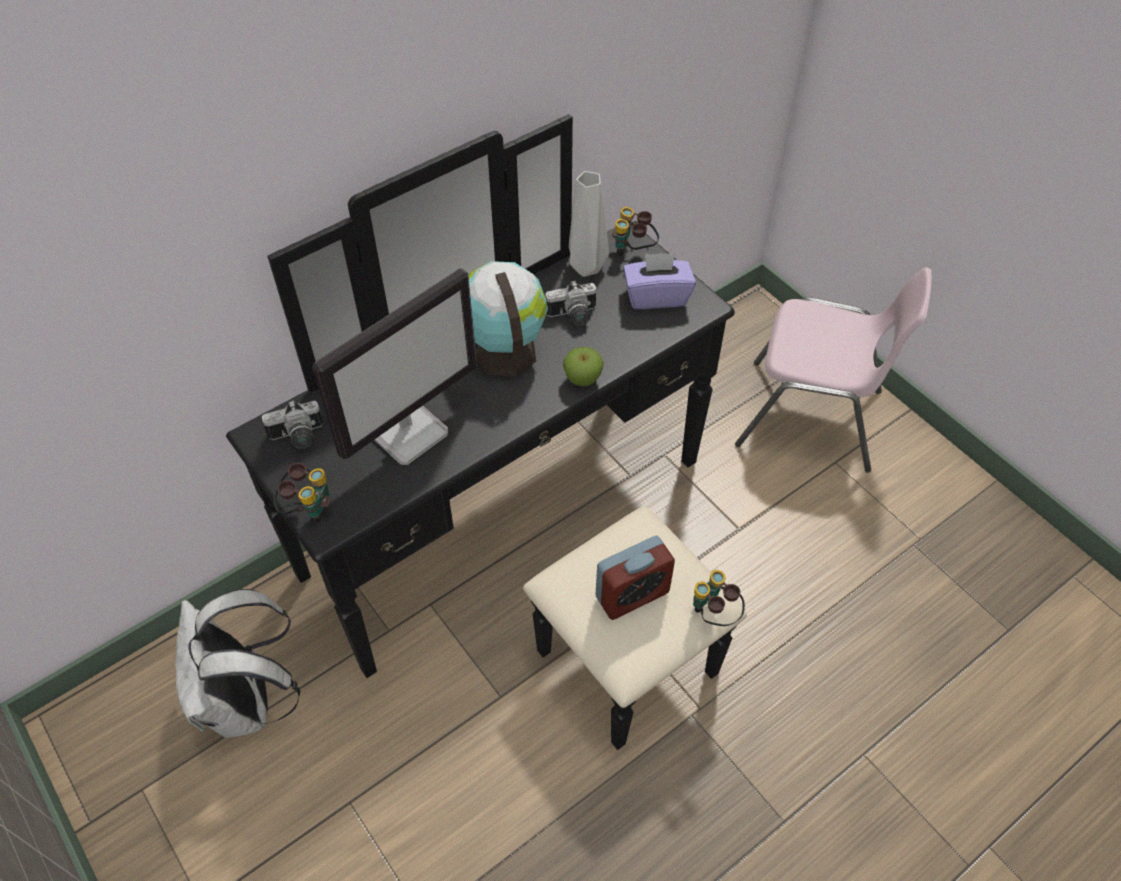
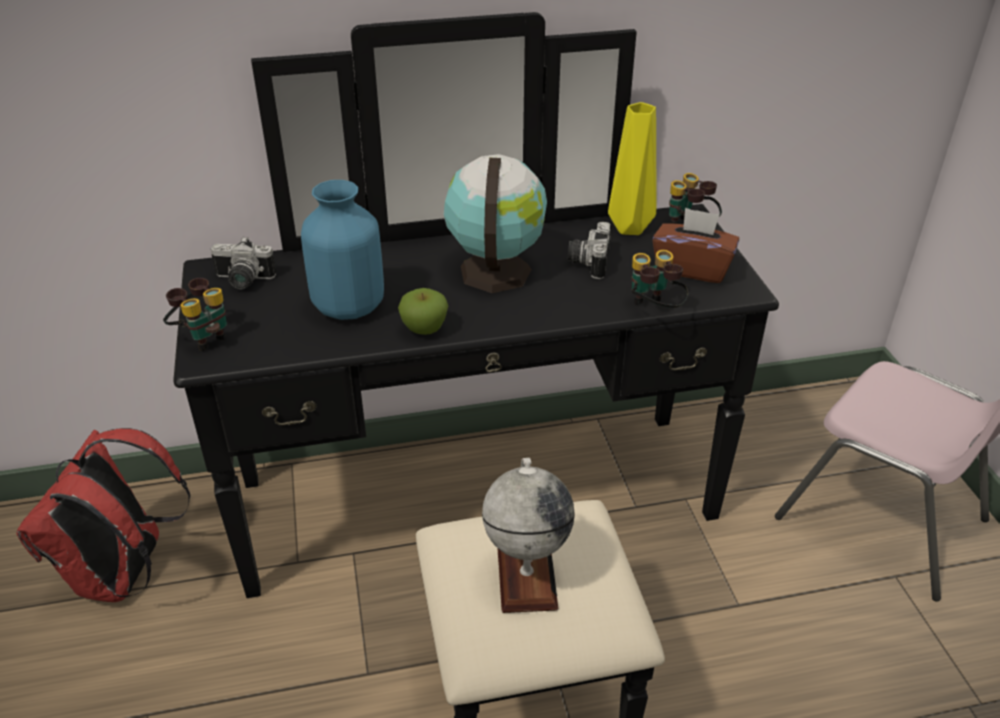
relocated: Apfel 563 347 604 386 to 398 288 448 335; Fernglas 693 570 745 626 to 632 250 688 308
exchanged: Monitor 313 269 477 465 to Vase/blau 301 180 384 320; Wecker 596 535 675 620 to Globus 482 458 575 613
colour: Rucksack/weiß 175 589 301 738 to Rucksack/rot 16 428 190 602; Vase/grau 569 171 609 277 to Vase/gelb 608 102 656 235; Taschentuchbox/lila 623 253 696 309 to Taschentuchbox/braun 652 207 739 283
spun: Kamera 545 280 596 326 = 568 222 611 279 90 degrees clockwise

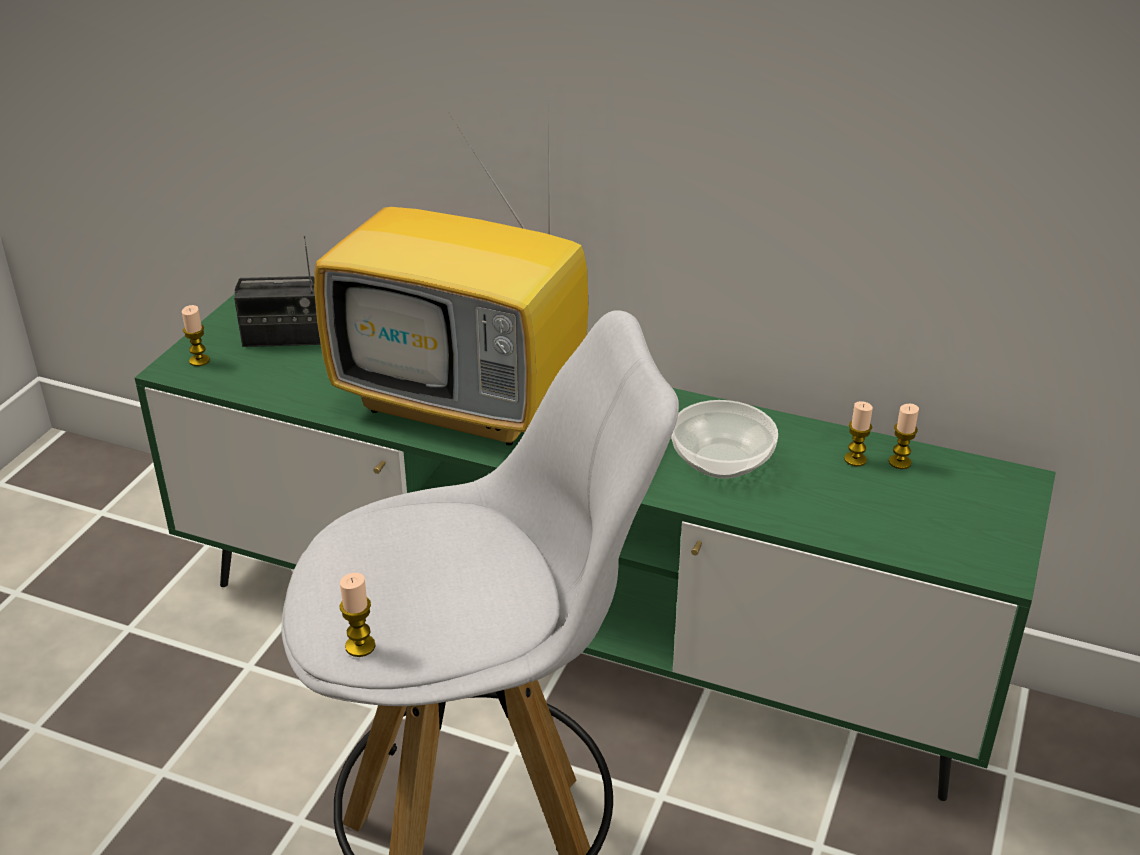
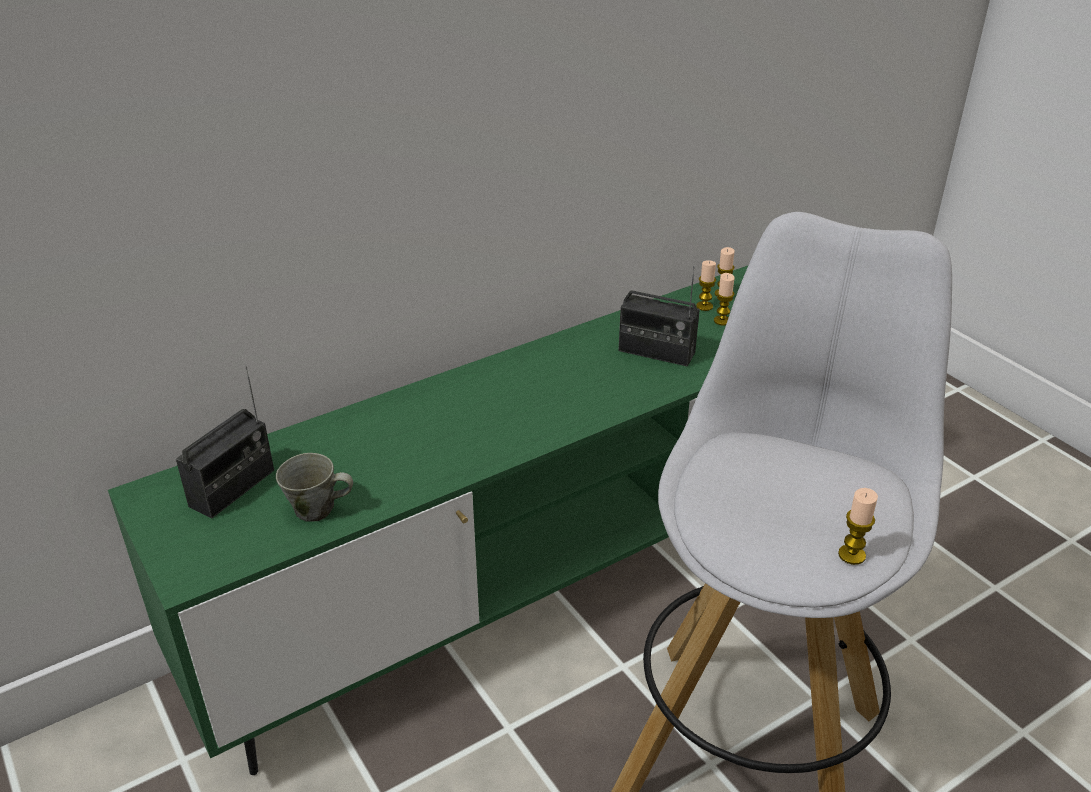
missing: Fernseher 314 106 589 446
appeared: Henkelbecher/grau 276 453 353 522
relocated: Kerze 182 305 210 366 to 714 273 735 326
exchanged: Schüssel 671 400 778 479 to Radio 618 266 700 367

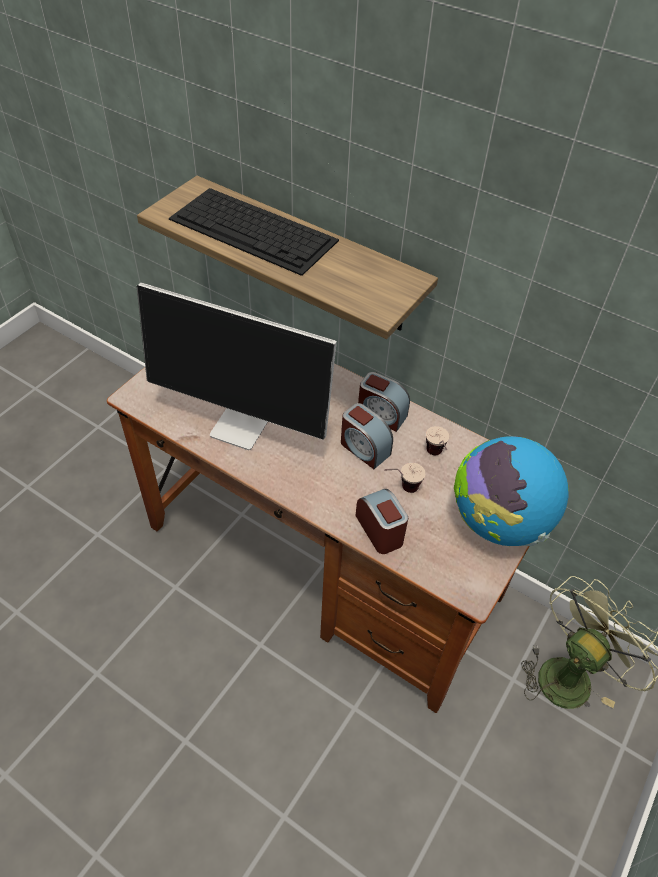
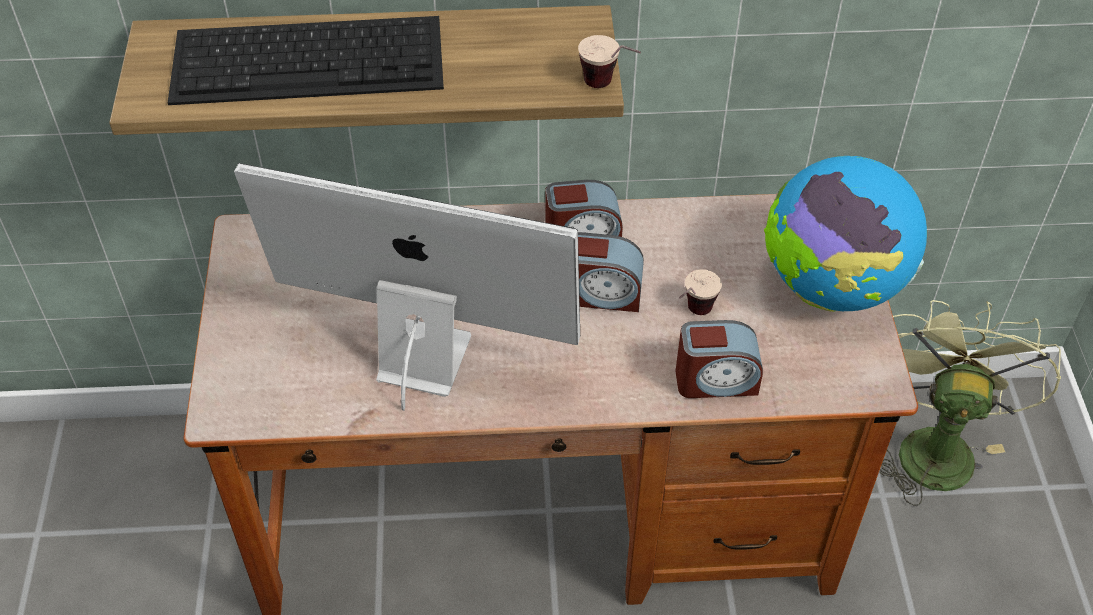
relocated: Tasse 426 426 449 455 to 578 35 641 88
spun: Monitor 137 282 337 450 = 234 163 580 411 150 degrees counterclockwise; Wecker 355 489 408 554 = 676 320 763 398 150 degrees clockwise

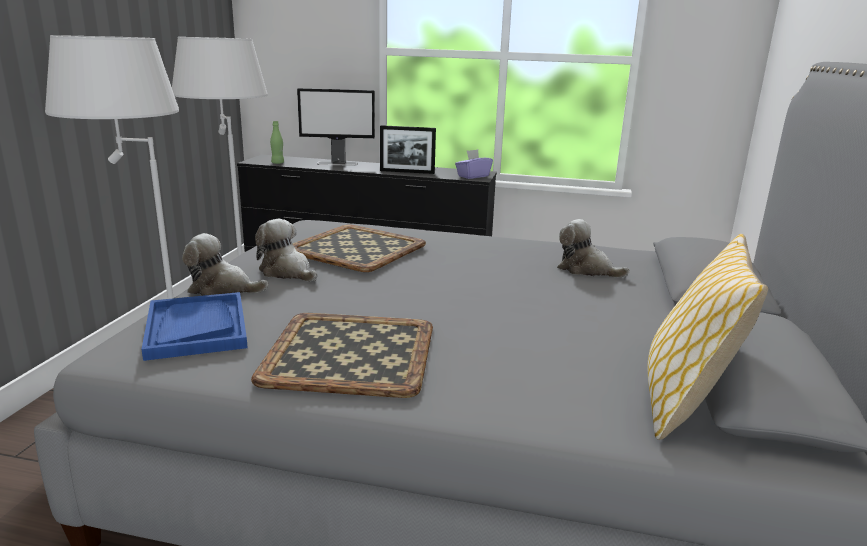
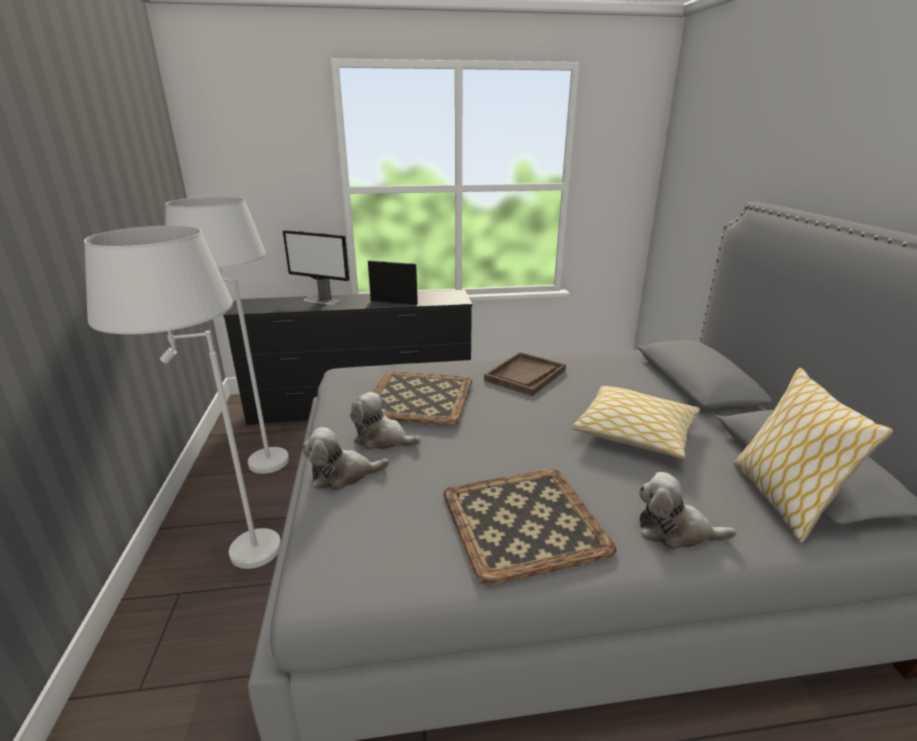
missing: Tablett/blau 141 292 248 361; Flasche/grün 270 121 284 164; Taschentuchbox/lila 455 149 493 179
appeared: Tablett/braun 484 352 566 396; Kissen 572 386 700 459
relocated: Plüschtier 557 219 630 278 to 639 472 737 550
spun: Monitor 297 88 375 166 = 283 230 349 305 45 degrees clockwise; Bilderrahmen 380 125 436 174 = 368 261 418 305 150 degrees counterclockwise

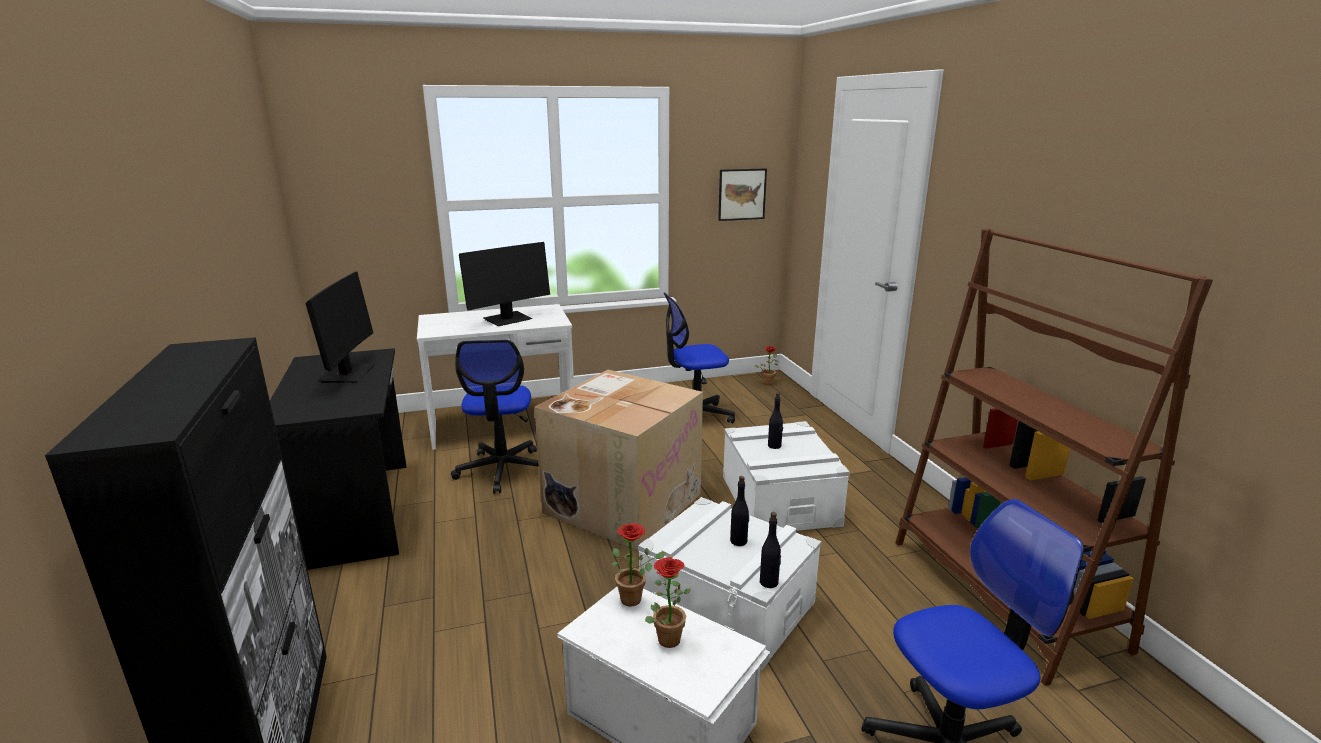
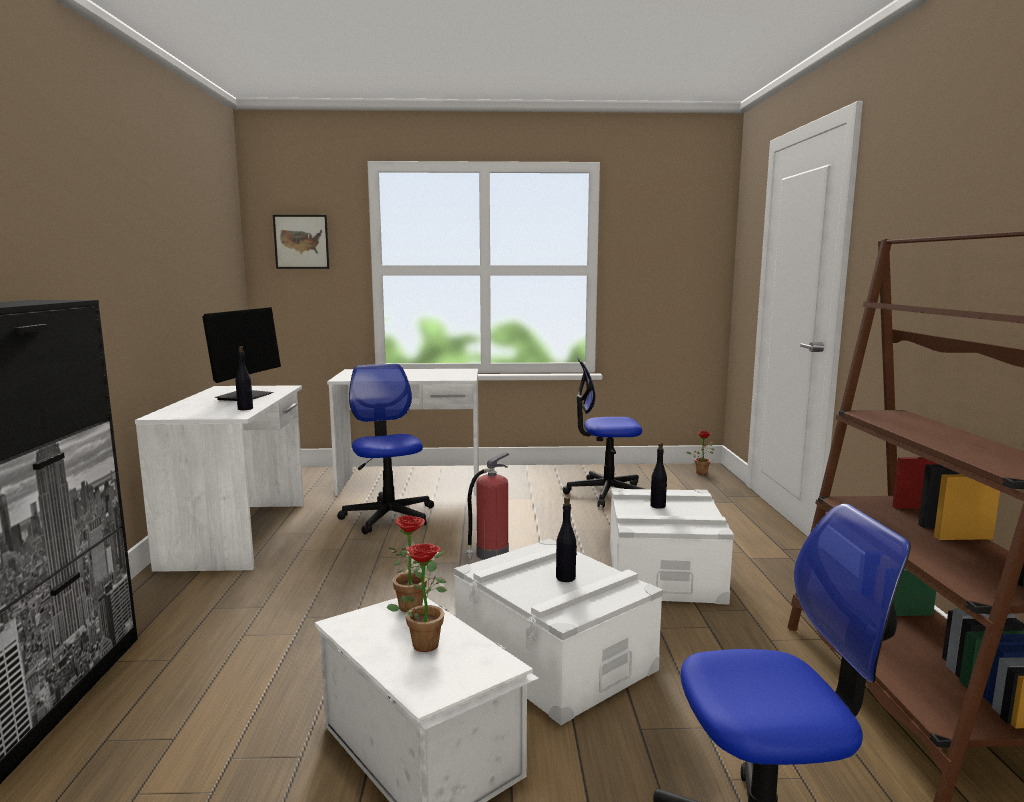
missing: Monitor 459 242 550 326
relocated: Bild 718 168 767 221 to 273 215 329 269; Flasche/schwarz 760 512 781 588 to 236 346 253 410
exchanged: Karton 535 370 703 551 to Feuerlöscher 466 452 509 560
colour: Schreibtisch/schwarz 270 348 406 570 to Schreibtisch/weiß 135 385 304 572
spun: Bürostuhl 451 340 539 493 = 337 364 434 534 150 degrees clockwise

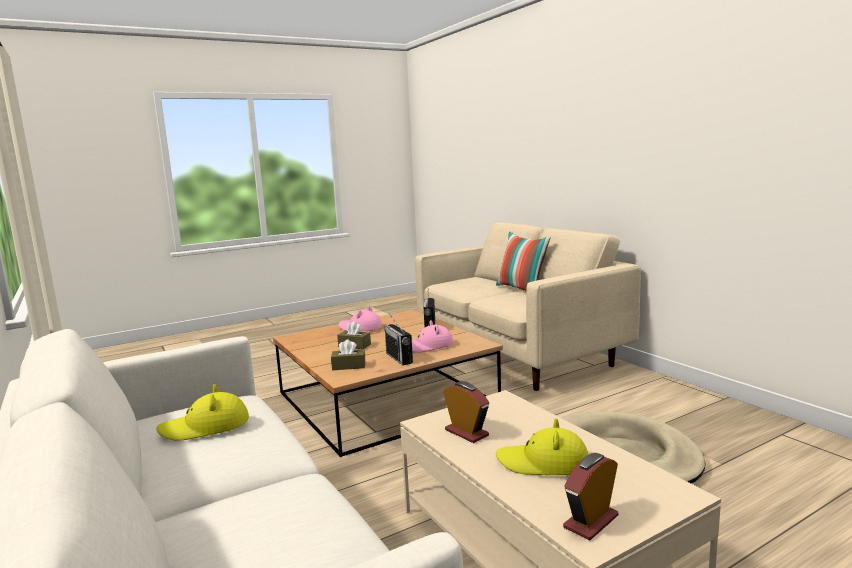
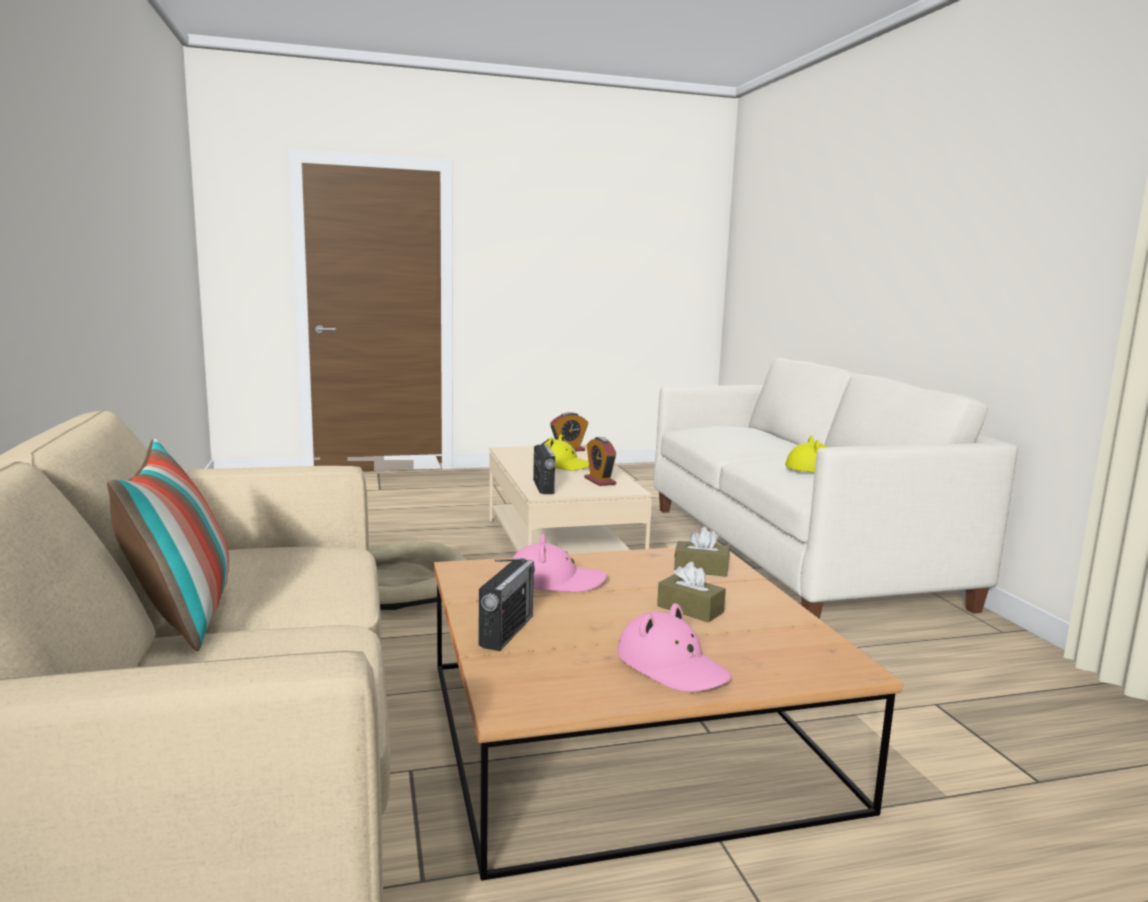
relocated: Radio 384 314 413 366 to 533 439 555 494

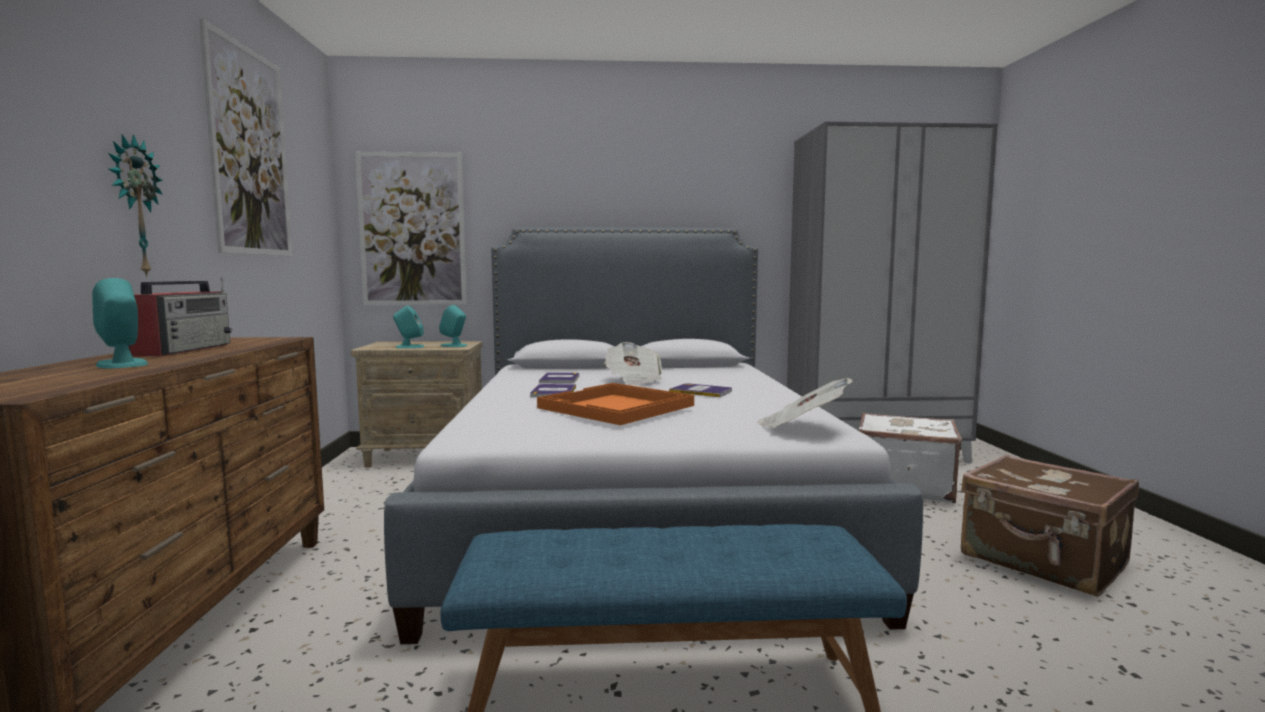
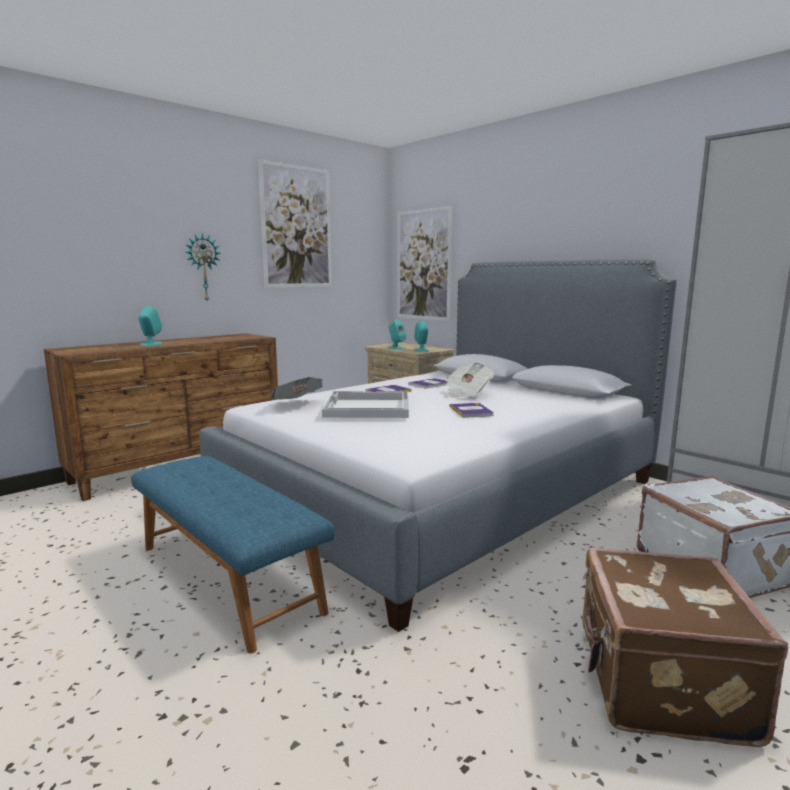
missing: Radio 129 277 232 356
relocated: Zeitung 757 378 853 429 to 271 377 323 400
colour: Tablett/orange 537 383 694 425 to Tablett/weiß 322 391 409 418

